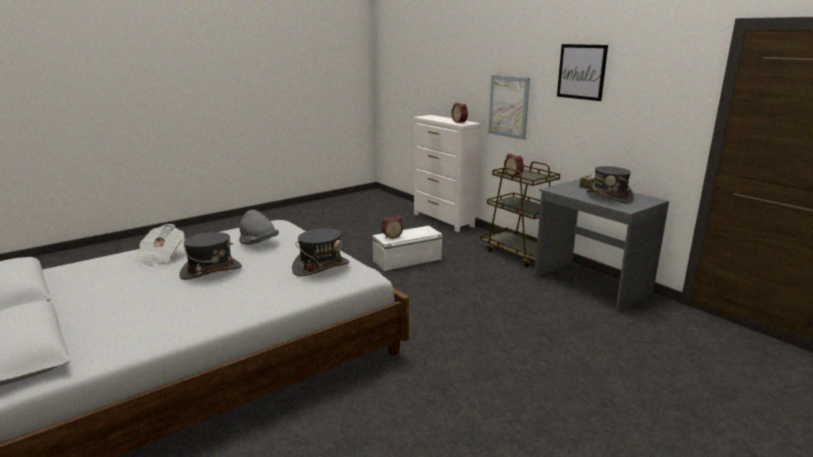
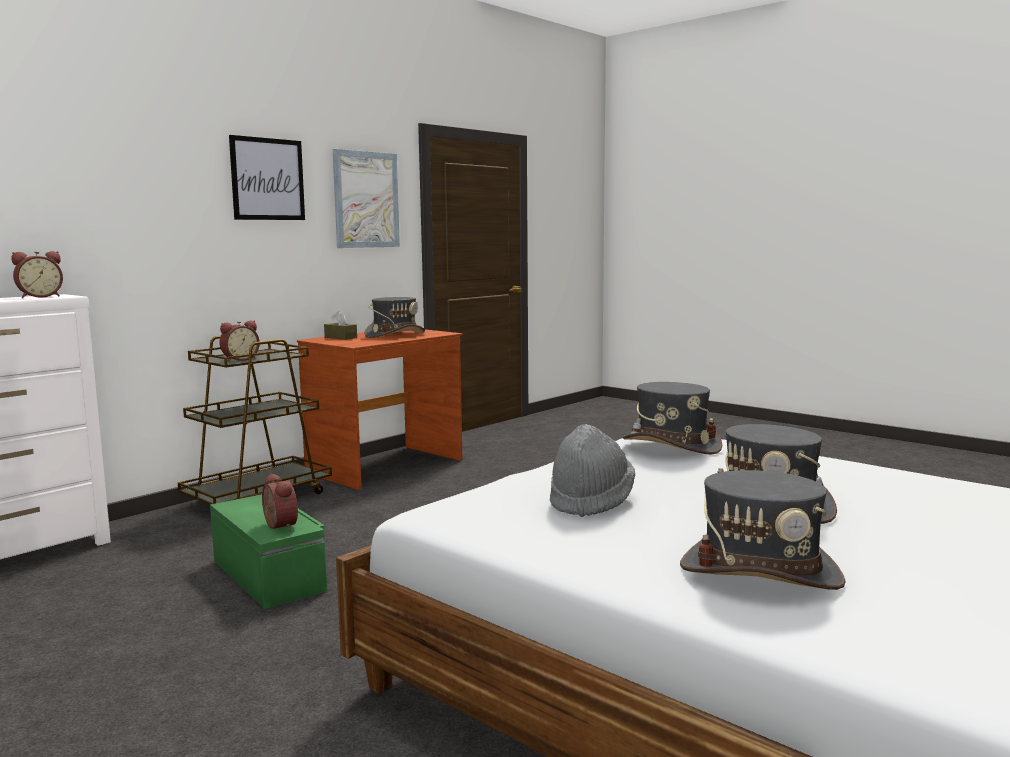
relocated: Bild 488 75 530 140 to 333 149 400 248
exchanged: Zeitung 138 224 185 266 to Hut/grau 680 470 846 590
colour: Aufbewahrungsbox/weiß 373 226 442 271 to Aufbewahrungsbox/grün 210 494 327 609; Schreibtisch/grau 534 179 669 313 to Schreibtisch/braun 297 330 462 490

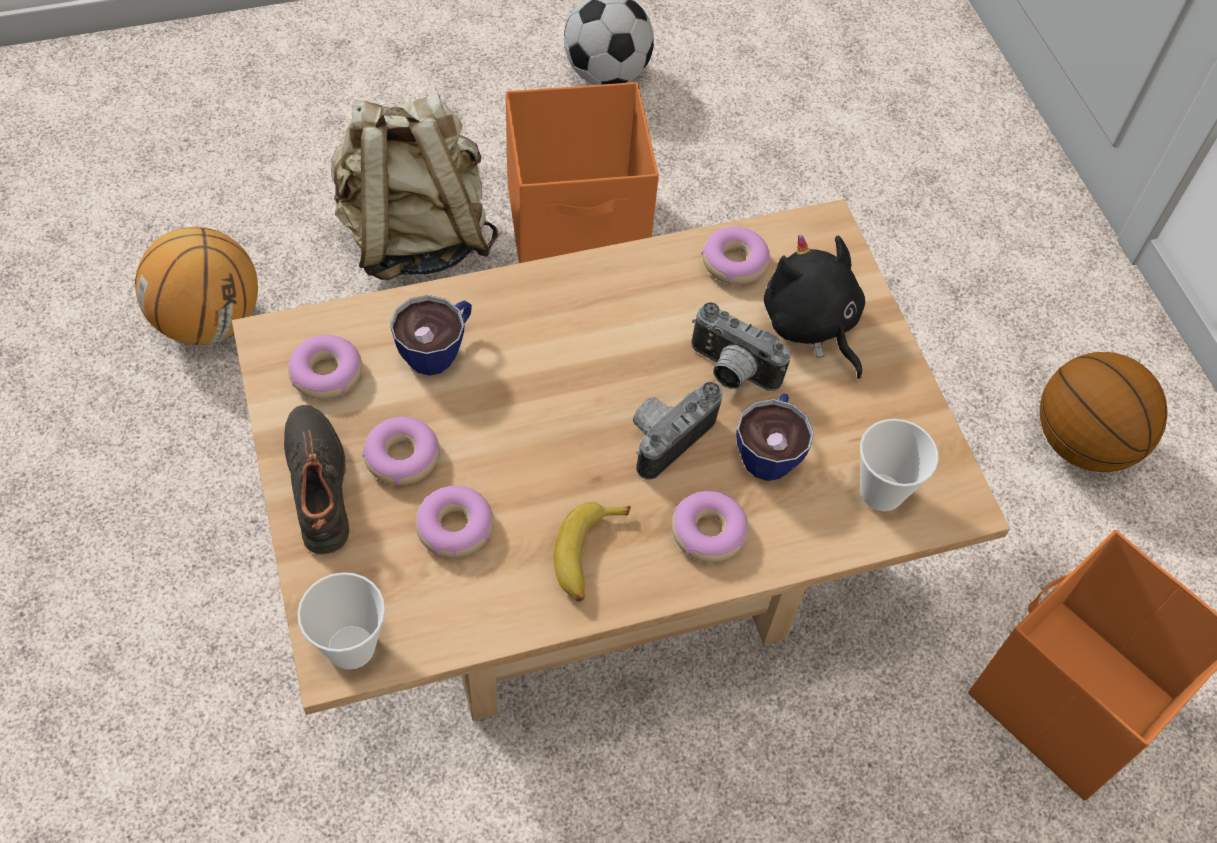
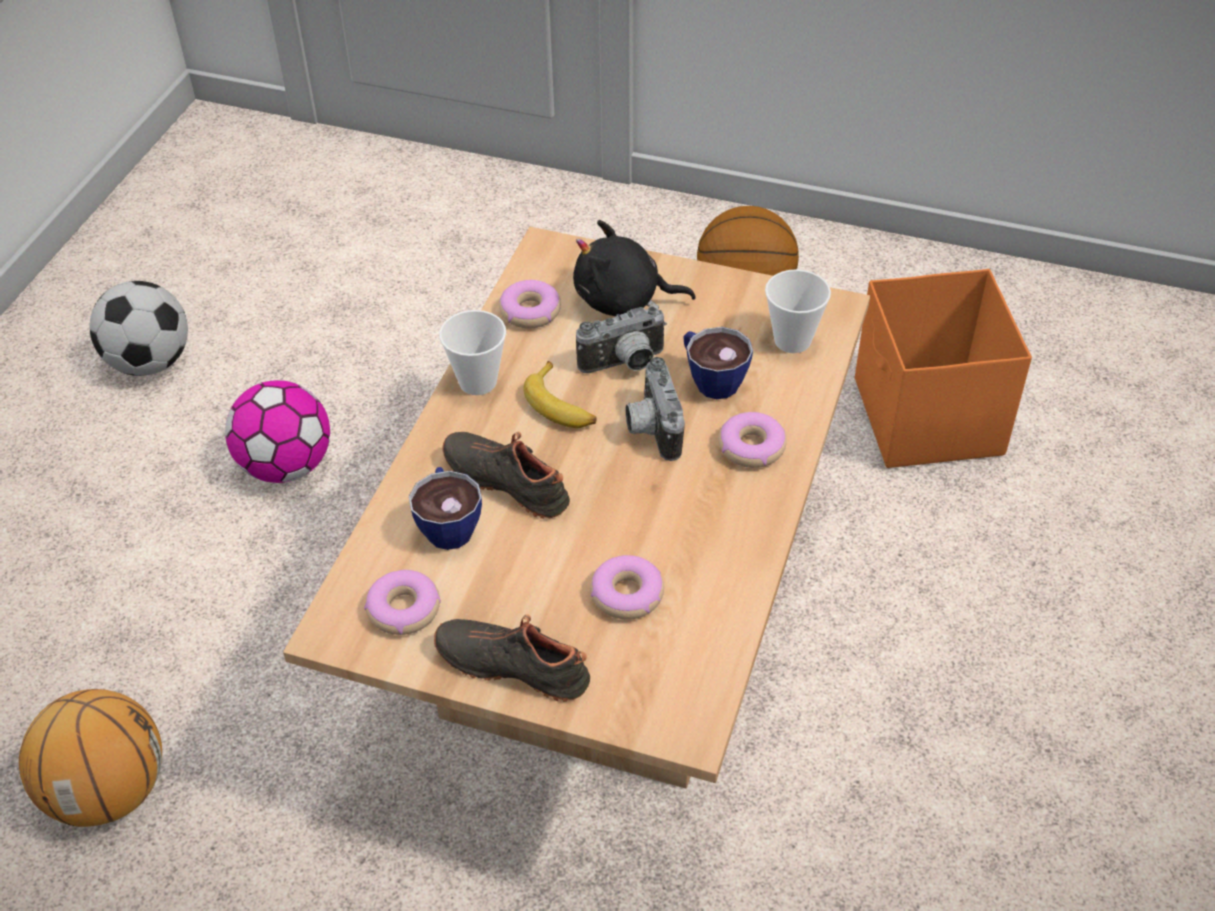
missing: Rucksack/beige 331 93 499 280; Donut 362 417 440 485
appeared: Schuh/schwarz 442 431 570 519
relocated: Tasse 297 572 385 670 to 439 310 506 395; Banane 554 502 631 602 to 523 361 597 428
exchanged: Aufbewahrungsbox/orange 506 82 659 263 to Fußball 225 380 330 483

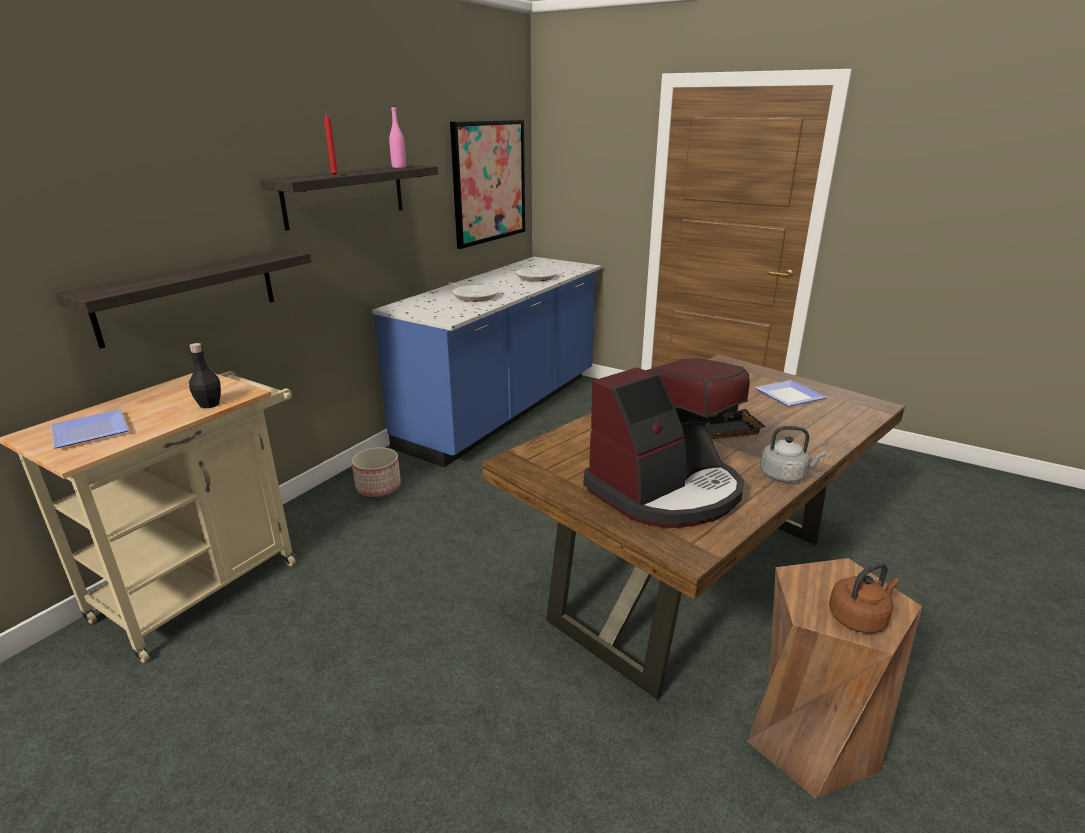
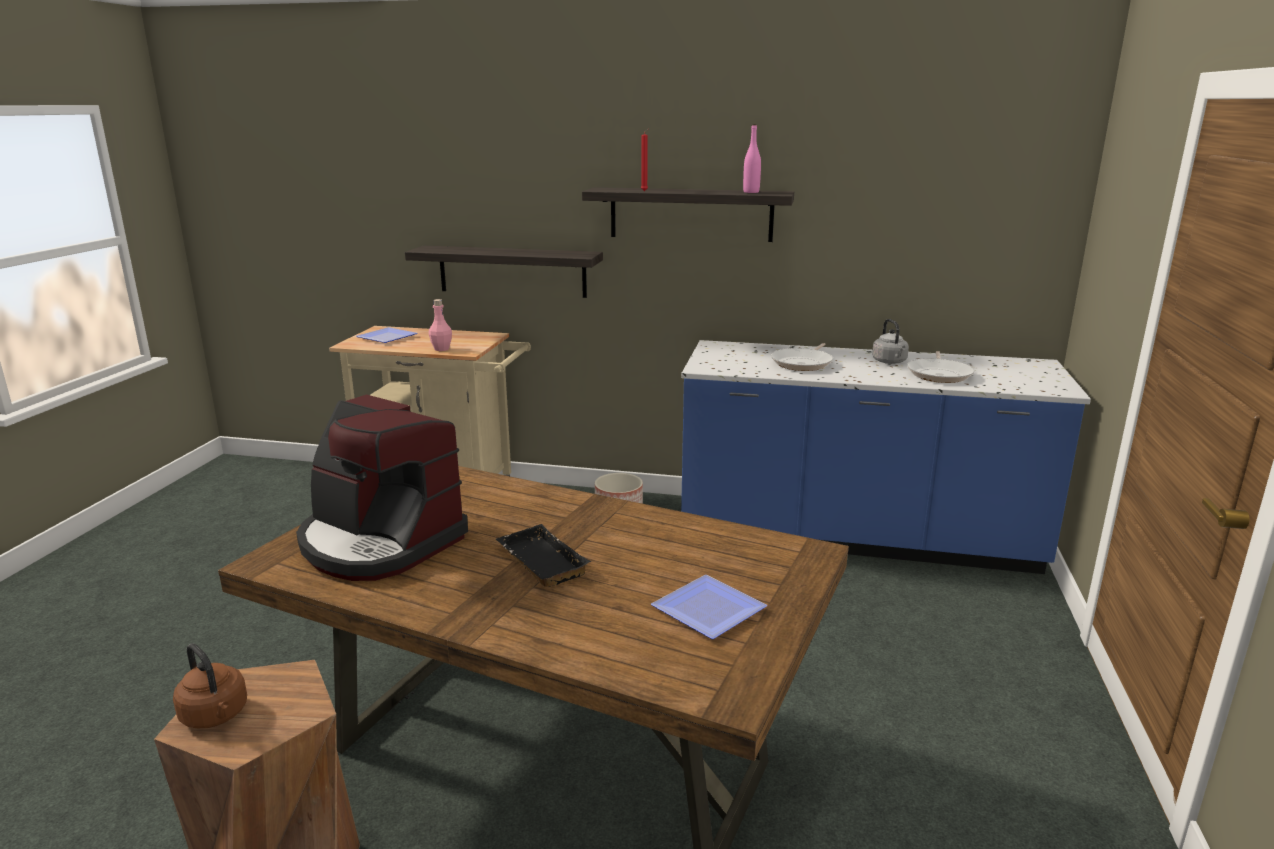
missing: Bild 450 120 525 249
relocated: Wasserkessel/grau 760 426 826 483 to 872 319 909 364
colour: Flasche/schwarz 189 343 221 408 to Flasche/rosa 429 299 452 351

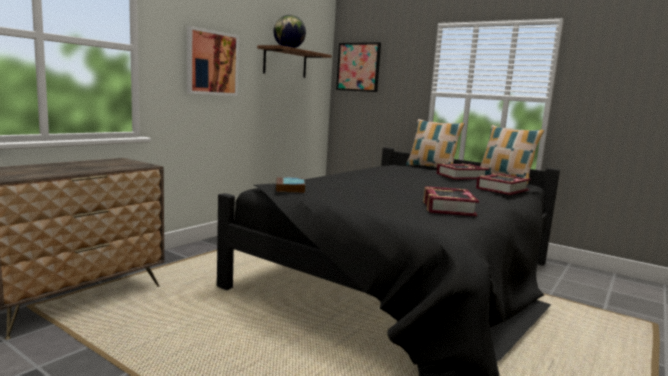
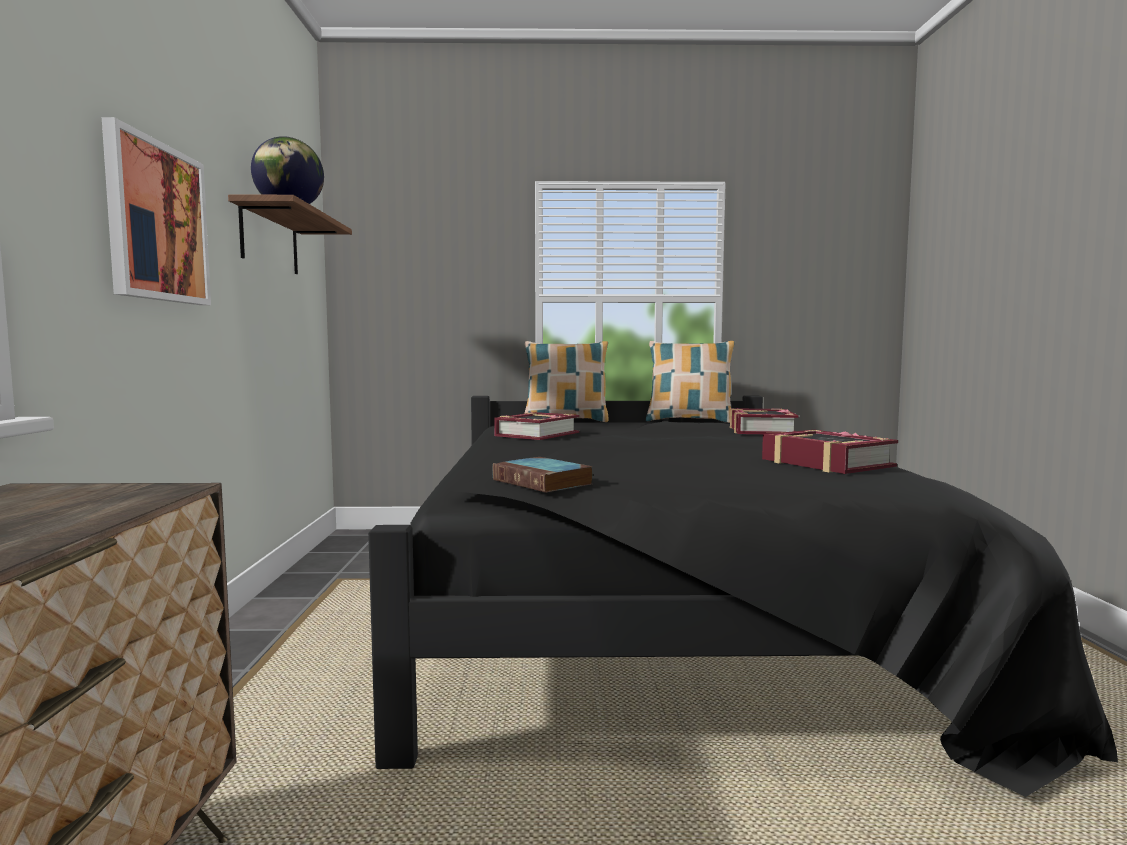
missing: Bild 336 42 381 92
relocated: Buch 436 163 489 179 to 494 412 579 440

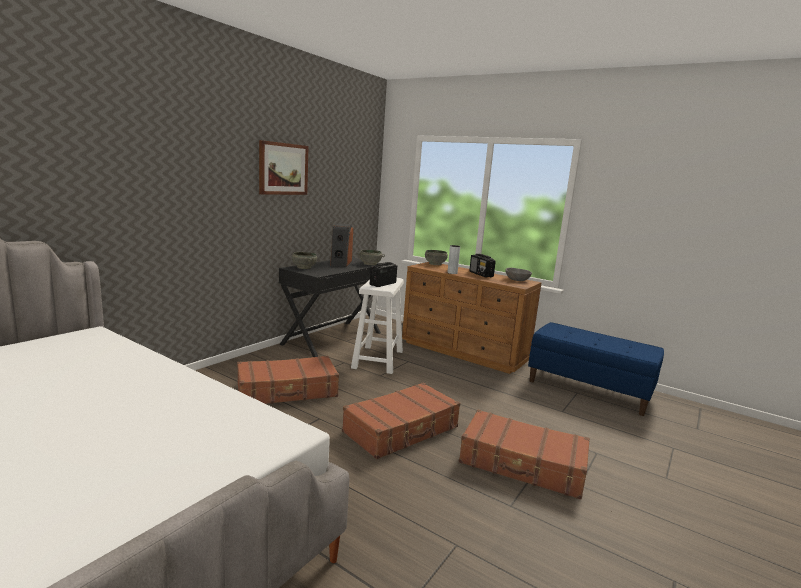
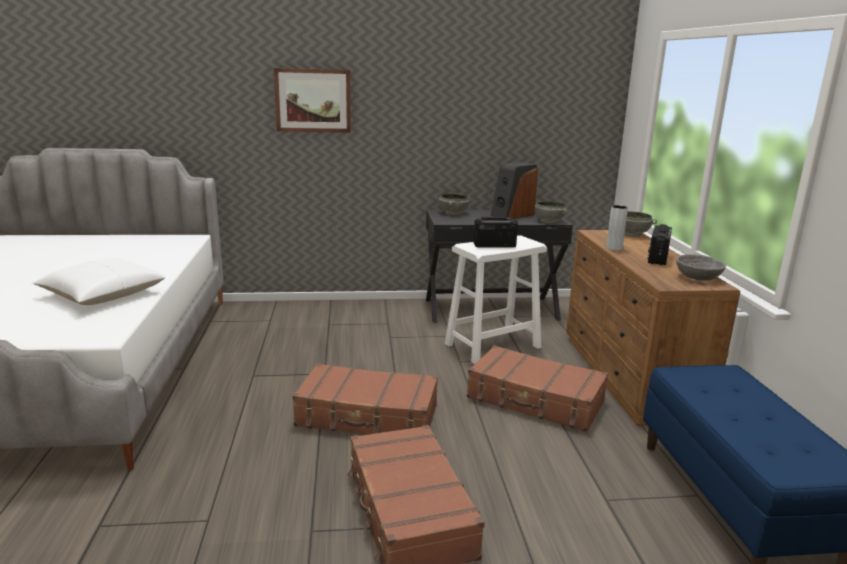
appeared: Kissen/weiß 32 257 165 305
relocated: Koffer/braun 237 356 339 404 to 467 345 608 432; Bild 259 140 308 195 to 274 68 351 133

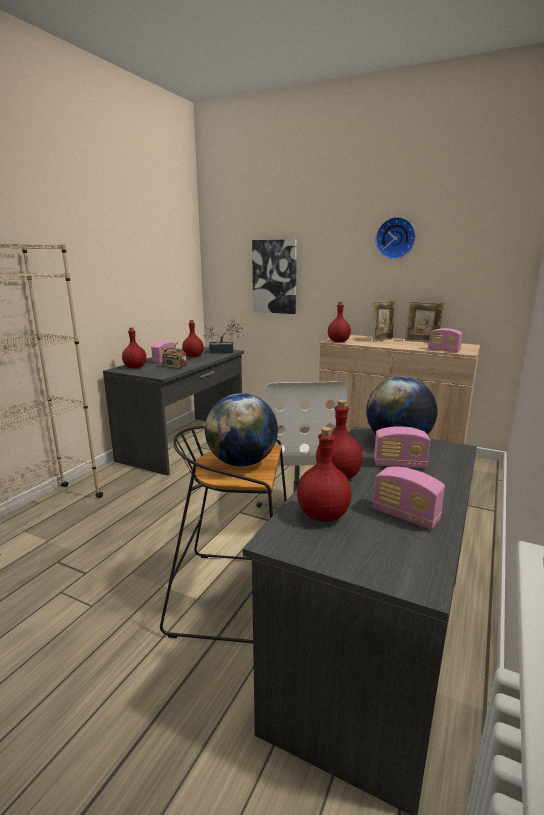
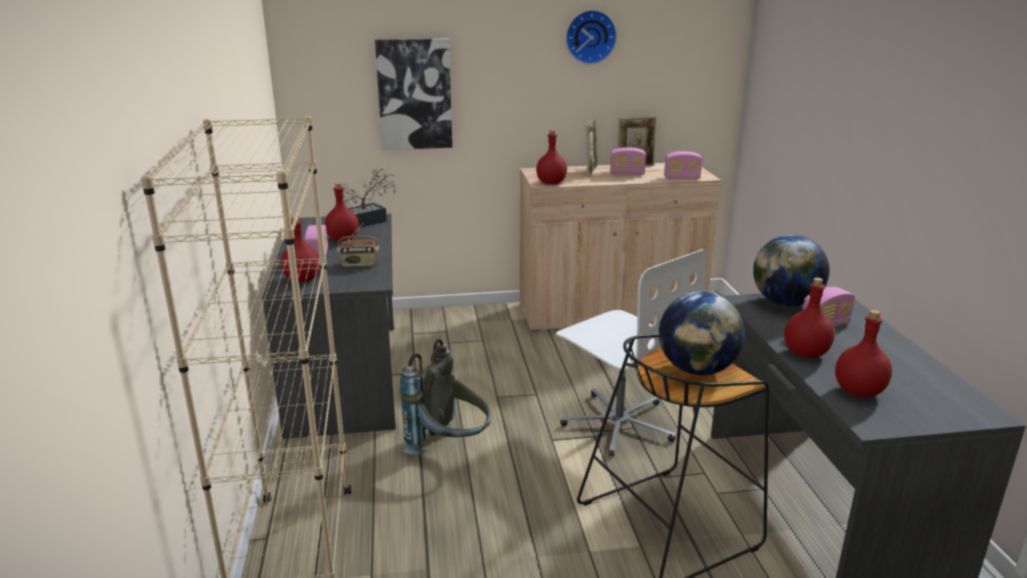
appeared: Rucksack/grau 400 339 491 455
relocated: Radio 373 467 445 529 to 610 147 646 175

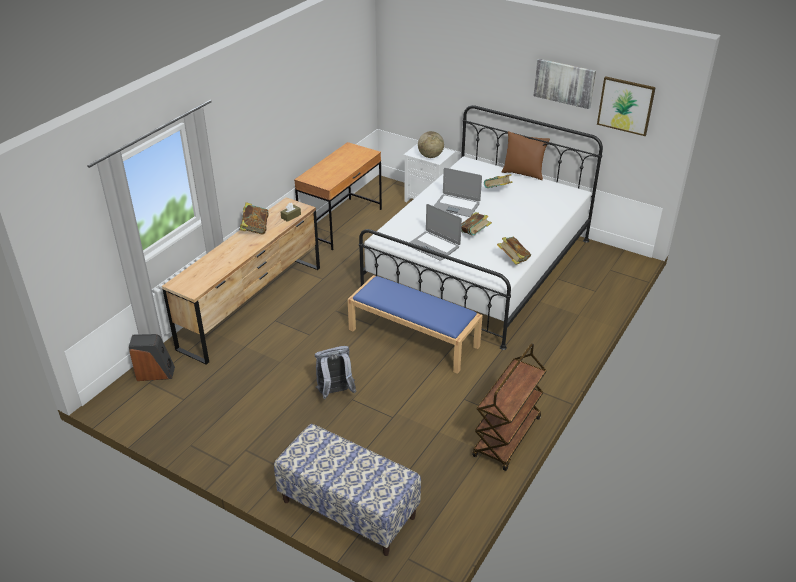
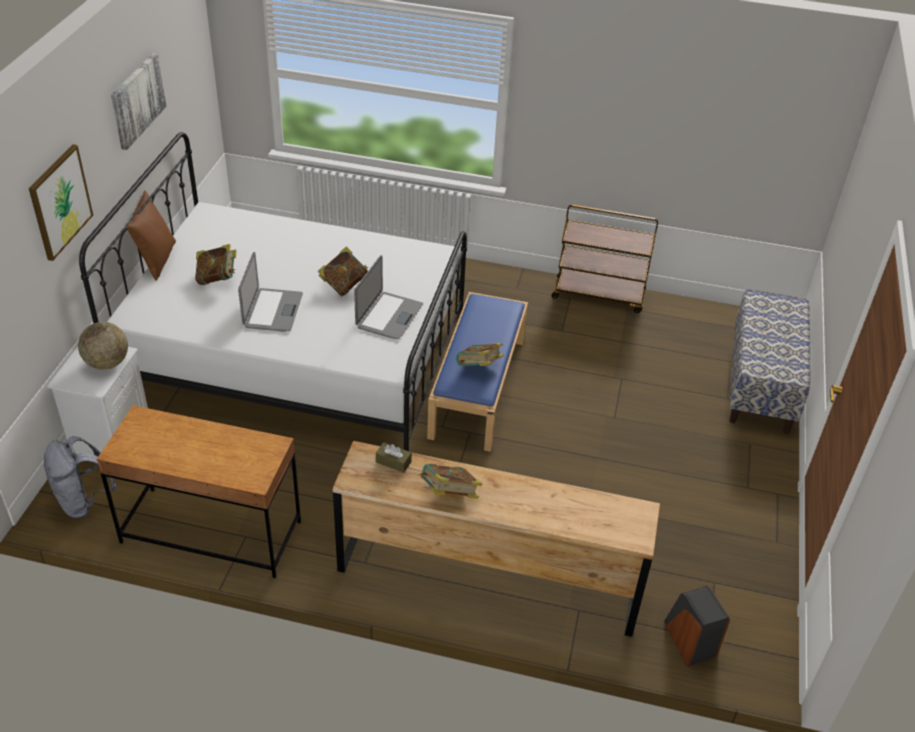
relocated: Rucksack/grau 315 346 357 399 to 44 436 117 518; Buch 497 237 531 265 to 456 343 504 366; Bild 597 76 656 136 to 29 144 93 261

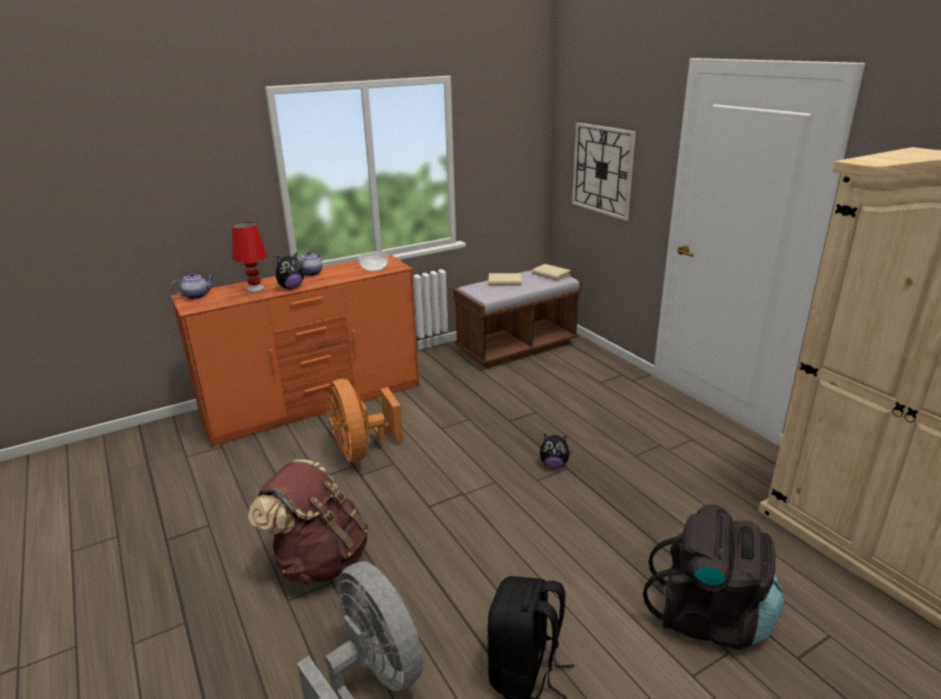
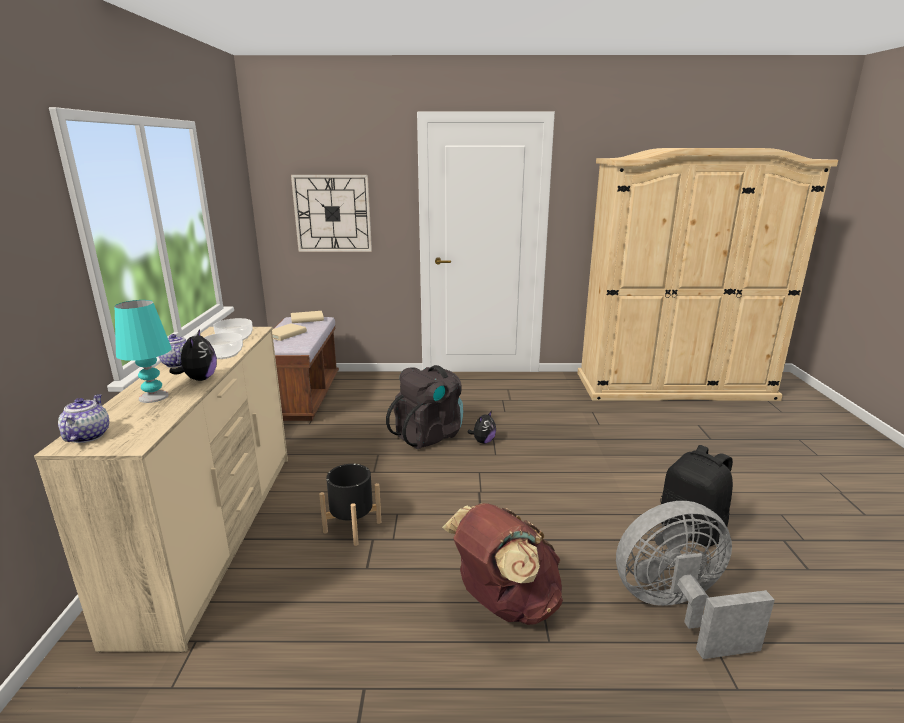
appeared: Schüssel 204 333 243 359
relocated: Rucksack/schwarz 643 504 784 649 to 386 365 463 449
exchanged: Ventilator/orange 327 379 403 462 to Pflanzkübel/schwarz 319 464 381 546
colour: Kommode/orange 171 254 420 448 to Kommode/beige 34 327 288 653; Tischlampe/rot 232 222 267 292 to Tischlampe/türkis 115 300 172 403

